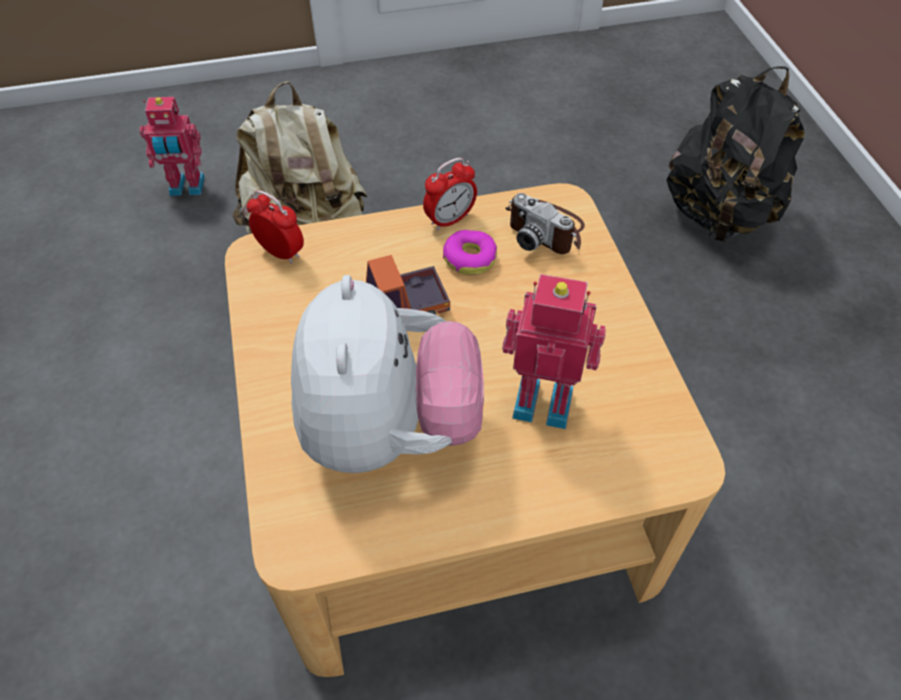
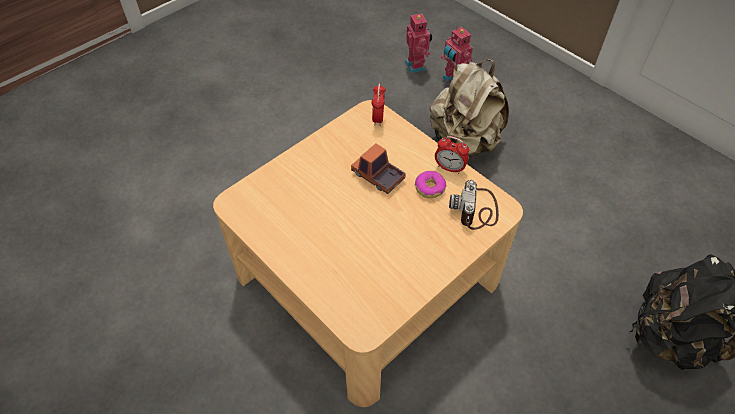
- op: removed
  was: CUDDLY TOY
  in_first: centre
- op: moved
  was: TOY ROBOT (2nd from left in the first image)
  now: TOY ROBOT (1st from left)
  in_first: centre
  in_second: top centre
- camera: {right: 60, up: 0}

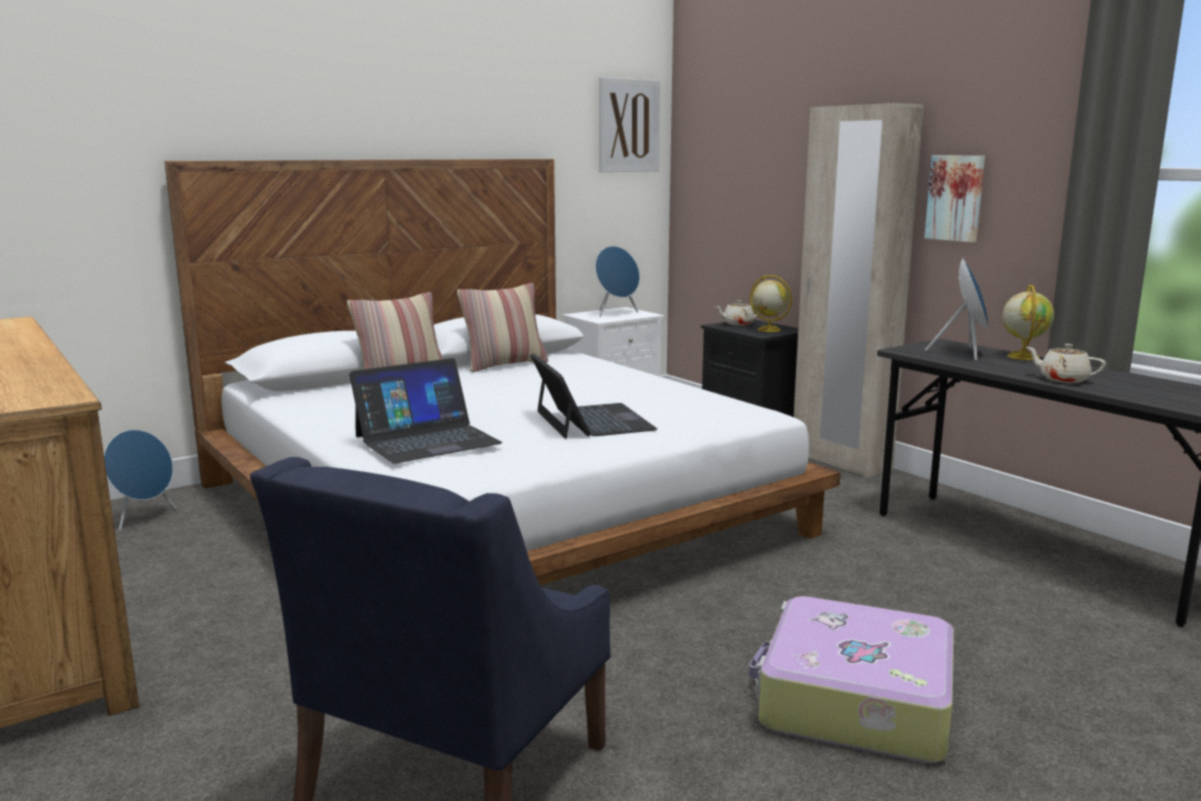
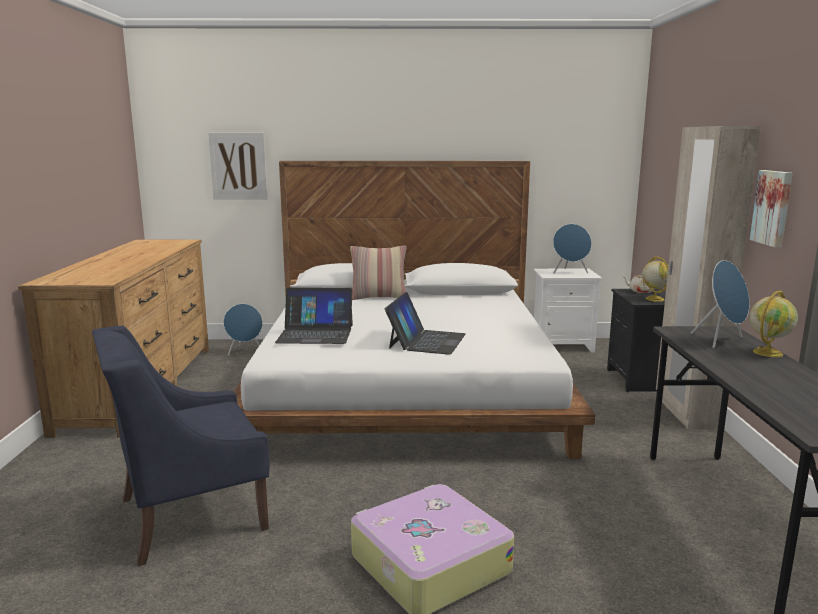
- op: removed
  was: CUSHION (2nd from left)
  in_first: centre
- op: removed
  was: BEIGE TEAPOT (2nd from left)
  in_first: middle right
- op: moved
  was: WALL PICTURE (1st from left)
  in_first: top centre
  in_second: top left
- camera: {right: 35, up: 0}

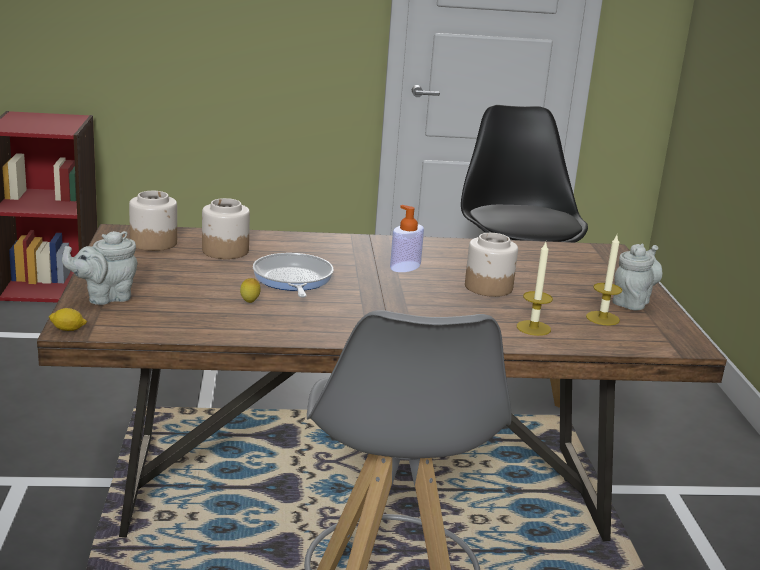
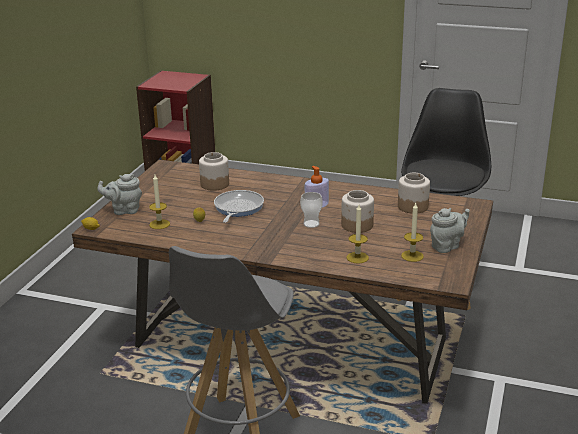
- op: added
  now: CANDLE (1st from left)
  in_second: middle left
- op: added
  now: SMALL CUP
  in_second: centre
- op: moved
  was: PRESERVE JAR (1st from left in the first image)
  now: PRESERVE JAR (3rd from left)
  in_first: middle left
  in_second: middle right
- camera: {right: 25, up: 5}

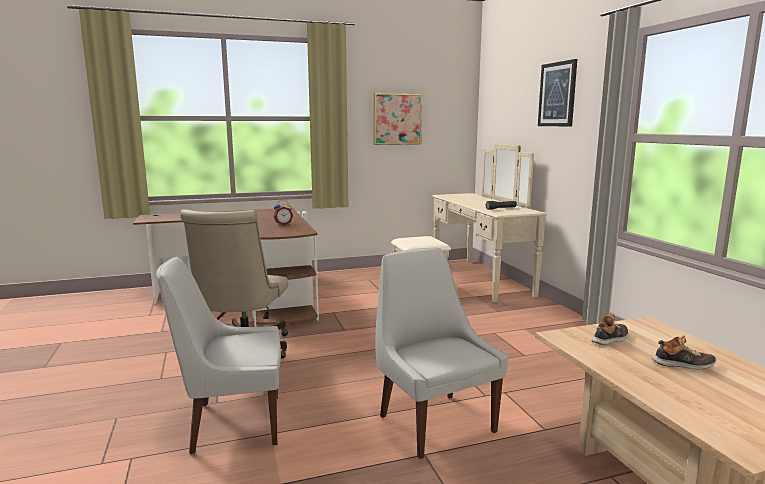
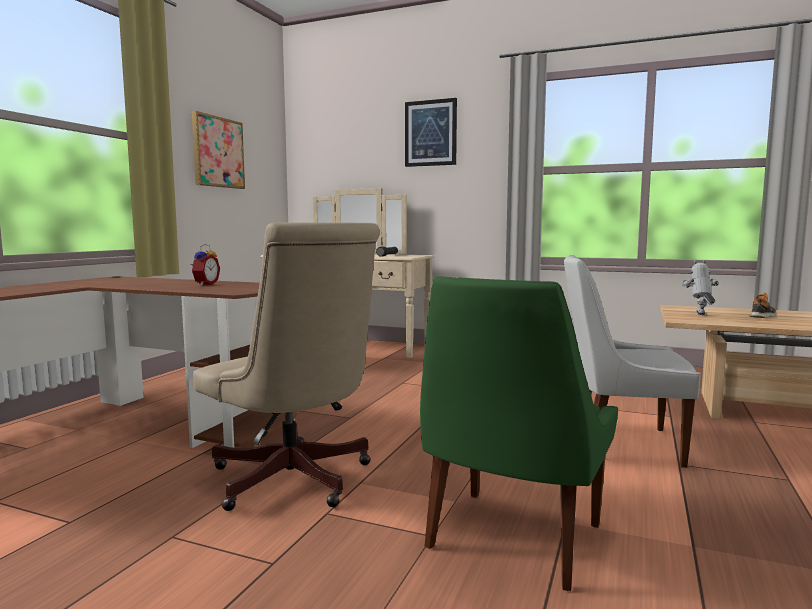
- op: replaced
  was: ITEM OF FOOTWEAR (1st from left)
  now: TOY ROBOT
  in_first: bottom right
  in_second: middle right
- op: recoloured
  was: WHITE-COLOURED PLAIN CHAIR (1st from left)
  now: GREEN PLAIN CHAIR
  in_first: bottom left
  in_second: bottom centre
- camera: {right: -50, up: -5}

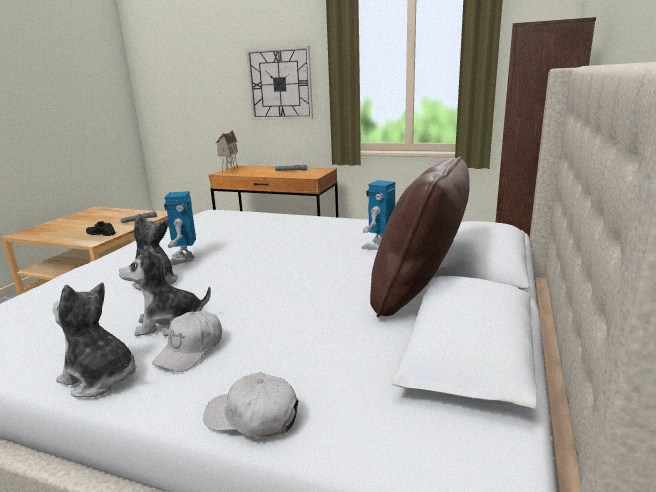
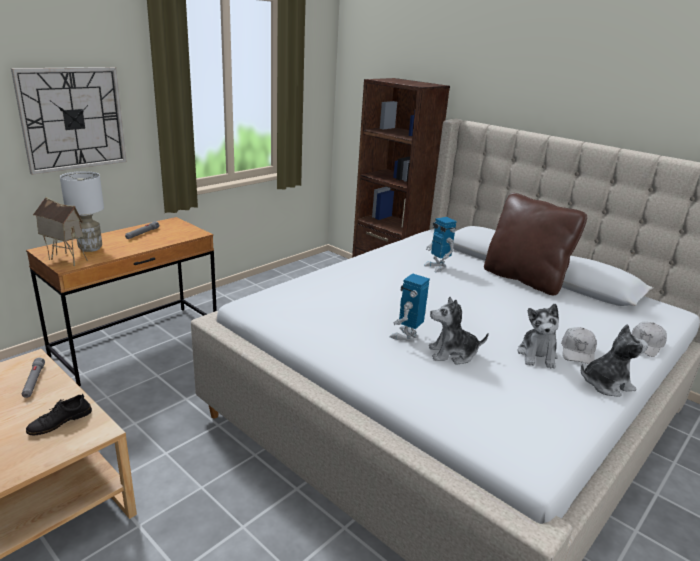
- op: added
  now: WHITE-COLOURED TABLE LAMP
  in_second: middle left
- op: turned
  was: CUDDLY TOY (1st from left in the first image)
  in_first: bottom left
  in_second: middle right
  clockwise: -150
- op: turned
  was: WHITE-COLOURED BASEBALL CAP (1st from left)
  in_first: bottom left
  in_second: middle right
  clockwise: 60
- op: turned
  was: TOY ROBOT (1st from left)
  in_first: middle left
  in_second: centre
  clockwise: 105
- camera: {right: -70, up: 5}

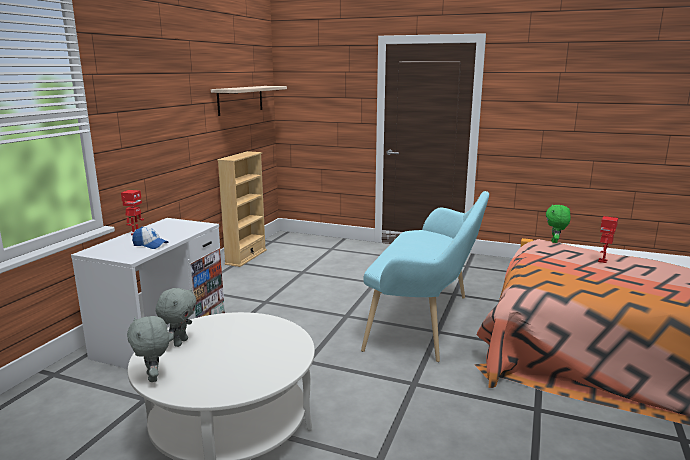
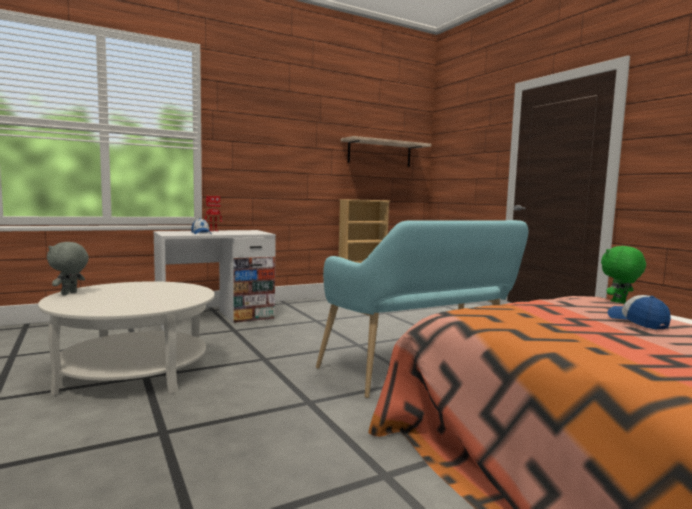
- op: removed
  was: GREYISH CUDDLY TOY (2nd from left)
  in_first: bottom left
- op: replaced
  was: TOY ROBOT (2nd from left)
  now: BASEBALL CAP (2nd from left)
  in_first: middle right
  in_second: middle right
- camera: {right: 40, up: -10}

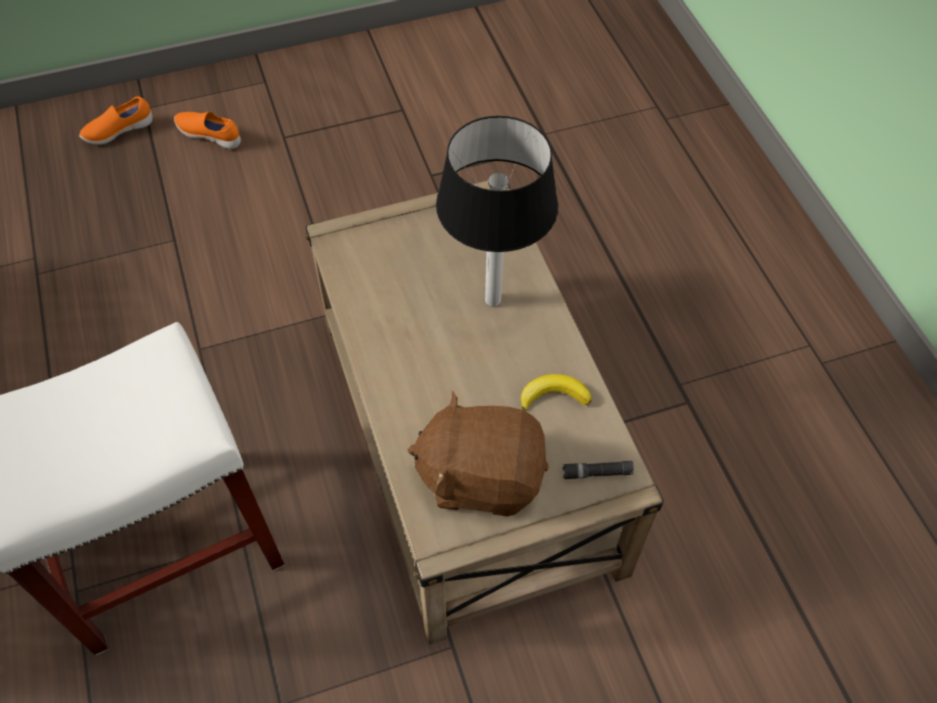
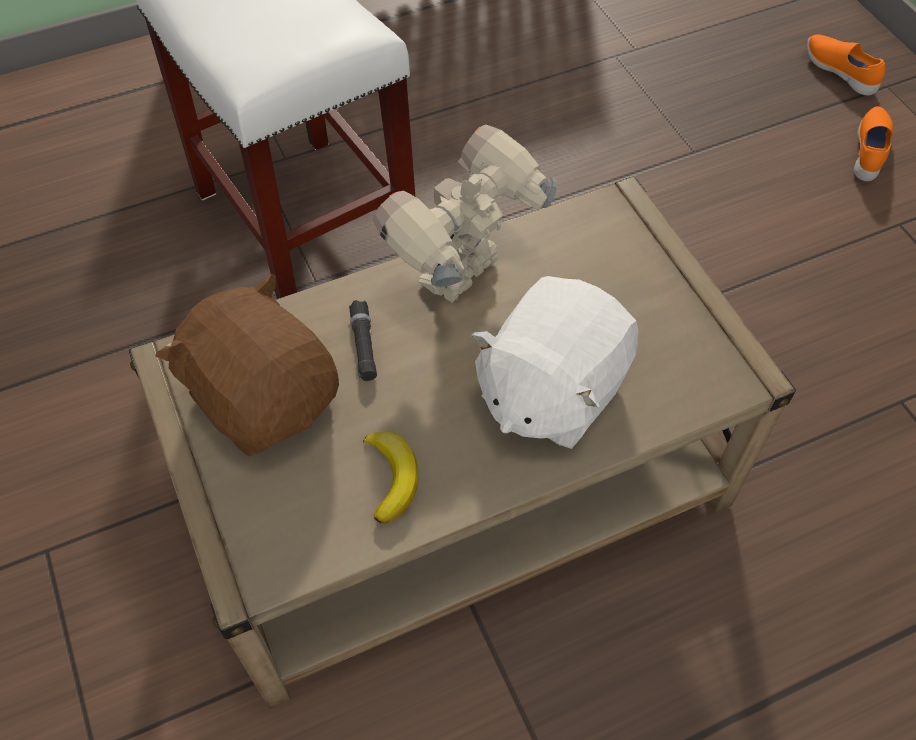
- op: added
  now: TOY ROBOT
  in_second: top centre
- op: moved
  was: BLACKISH HAND TORCH
  in_first: bottom centre
  in_second: centre
- op: replaced
  was: TABLE LAMP
  now: WHITE-COLOURED CUDDLY TOY
  in_first: top centre
  in_second: centre
- op: turned
  was: BROWNISH CUDDLY TOY
  in_first: centre
  in_second: middle left
  clockwise: -45
- camera: {right: 85, up: 0}

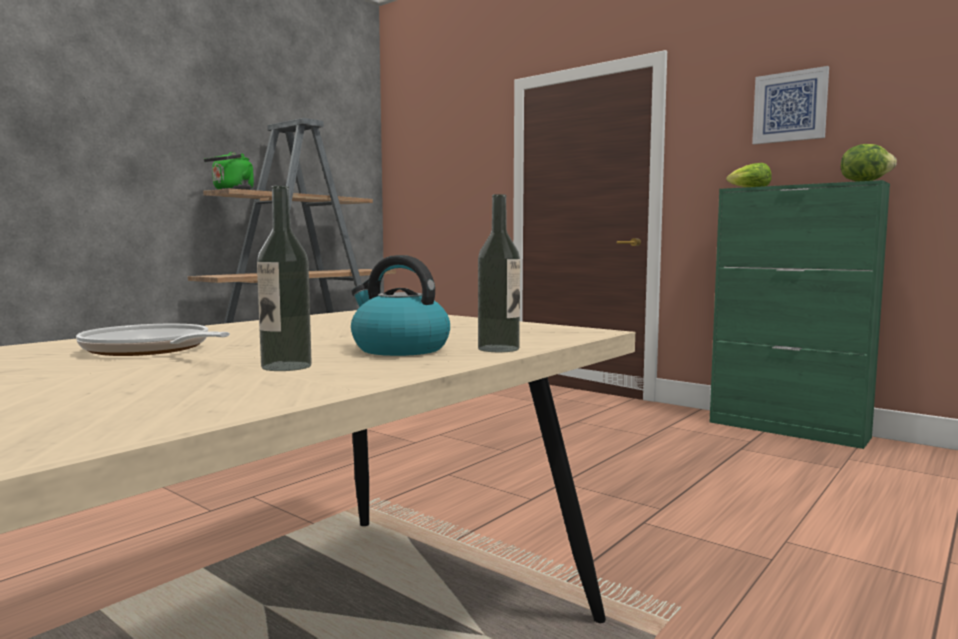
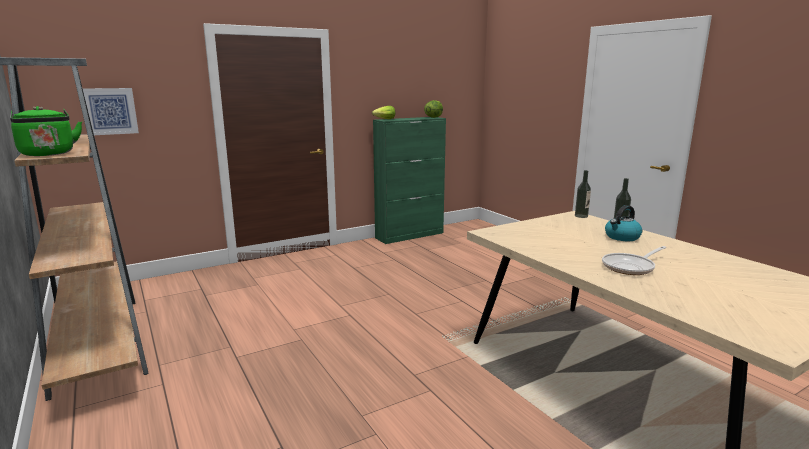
- op: moved
  was: DRINK BOTTLE (1st from left)
  in_first: middle left
  in_second: middle right
- op: moved
  was: WALL PICTURE
  in_first: top right
  in_second: top left
- camera: {right: -70, up: 10}

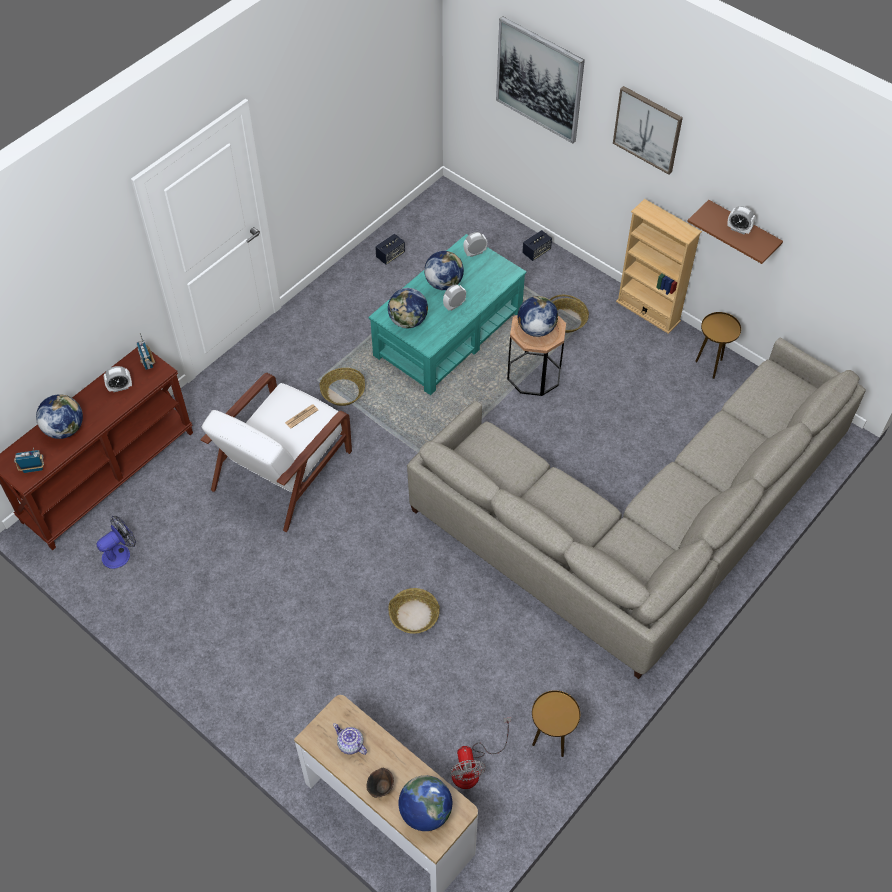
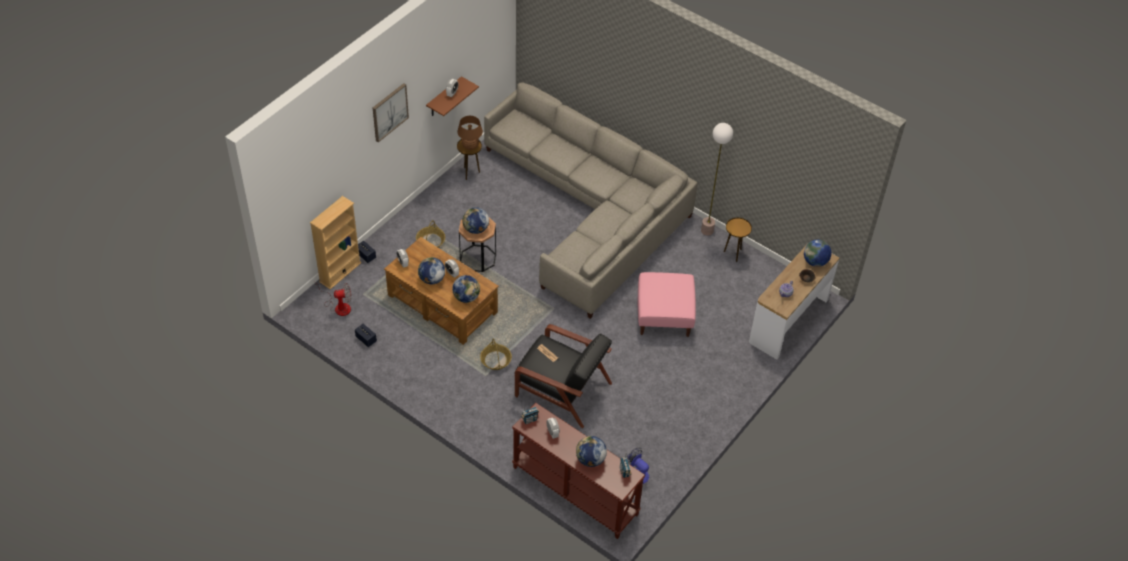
- op: removed
  was: WALL PICTURE (1st from left)
  in_first: top centre
- op: added
  now: BROWNISH TABLE LAMP
  in_second: top centre
- op: added
  now: STANDING LAMP
  in_second: top centre
- op: moved
  was: COOLING FAN (2nd from left in the first image)
  now: COOLING FAN (1st from left)
  in_first: bottom centre
  in_second: middle left
- op: moved
  was: BEIGE BOOKSHELF
  in_first: top right
  in_second: middle left
- op: replaced
  was: BASKET (2nd from left)
  now: PINKISH POUFFE
  in_first: bottom centre
  in_second: centre
- op: recoloured
  was: WHITE-COLOURED EASY CHAIR
  now: BLACKISH EASY CHAIR
  in_first: middle left
  in_second: bottom centre
- op: recoloured
  was: TURQUOISE COFFEE TABLE
  now: BROWNISH COFFEE TABLE
  in_first: centre
  in_second: centre
- camera: {right: -95, up: -5}

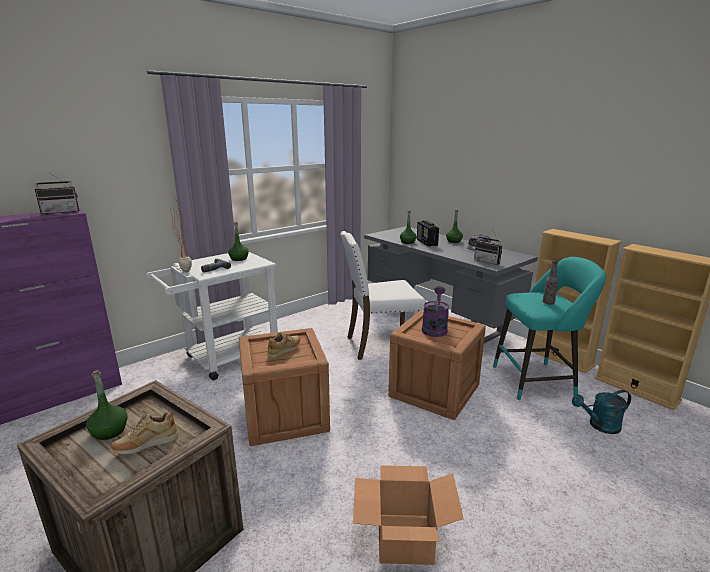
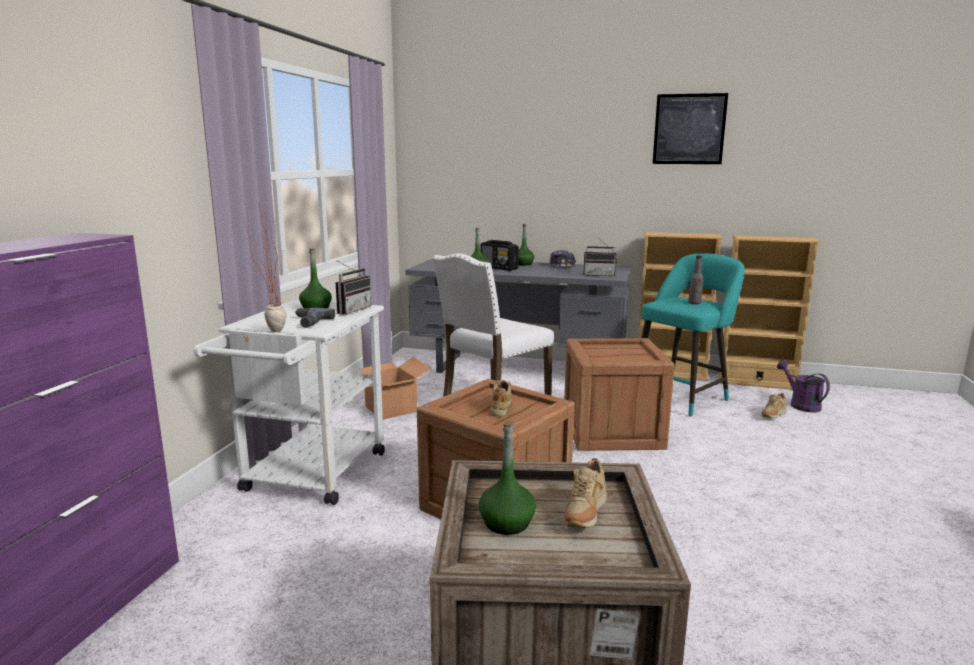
- op: added
  now: WALL PICTURE
  in_second: top right
- op: moved
  was: RADIO (1st from left)
  in_first: middle left
  in_second: centre
- op: moved
  was: CARDBOARD BOX
  in_first: bottom centre
  in_second: centre
- op: moved
  was: PURPLE-COLOURED WATERING POT
  in_first: centre
  in_second: middle right
- op: replaced
  was: TURQUOISE WATERING POT
  now: BEIGE ITEM OF FOOTWEAR (3rd from left)
  in_first: bottom right
  in_second: middle right
- camera: {right: -35, up: -5}

